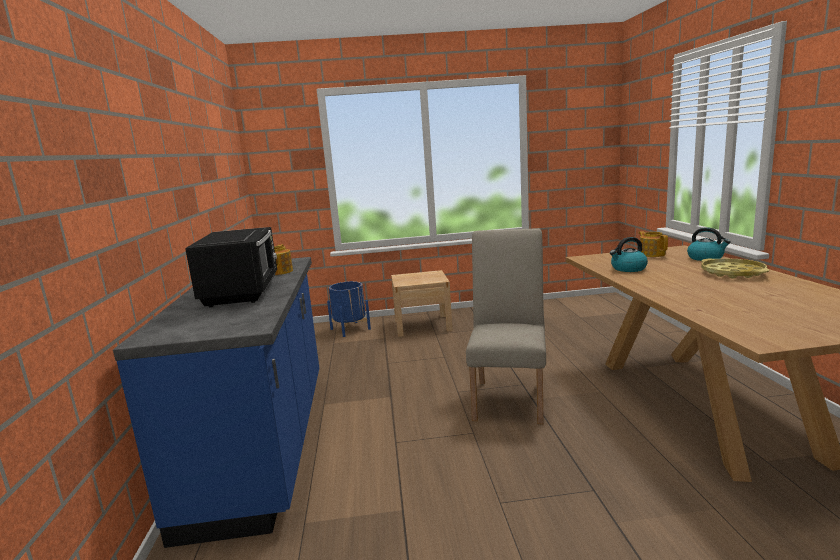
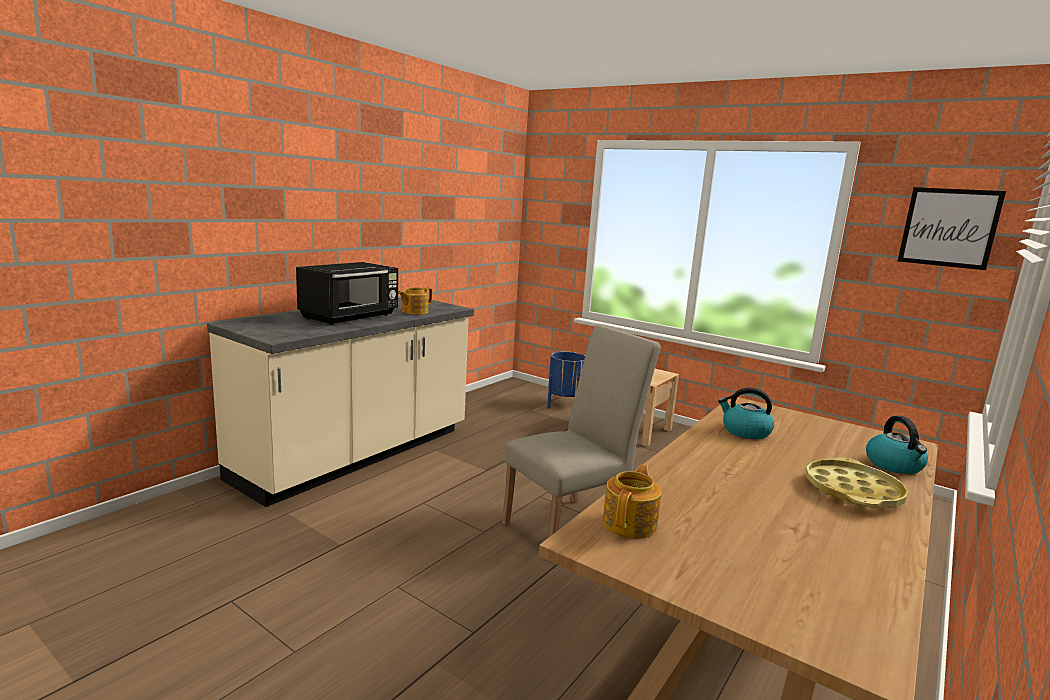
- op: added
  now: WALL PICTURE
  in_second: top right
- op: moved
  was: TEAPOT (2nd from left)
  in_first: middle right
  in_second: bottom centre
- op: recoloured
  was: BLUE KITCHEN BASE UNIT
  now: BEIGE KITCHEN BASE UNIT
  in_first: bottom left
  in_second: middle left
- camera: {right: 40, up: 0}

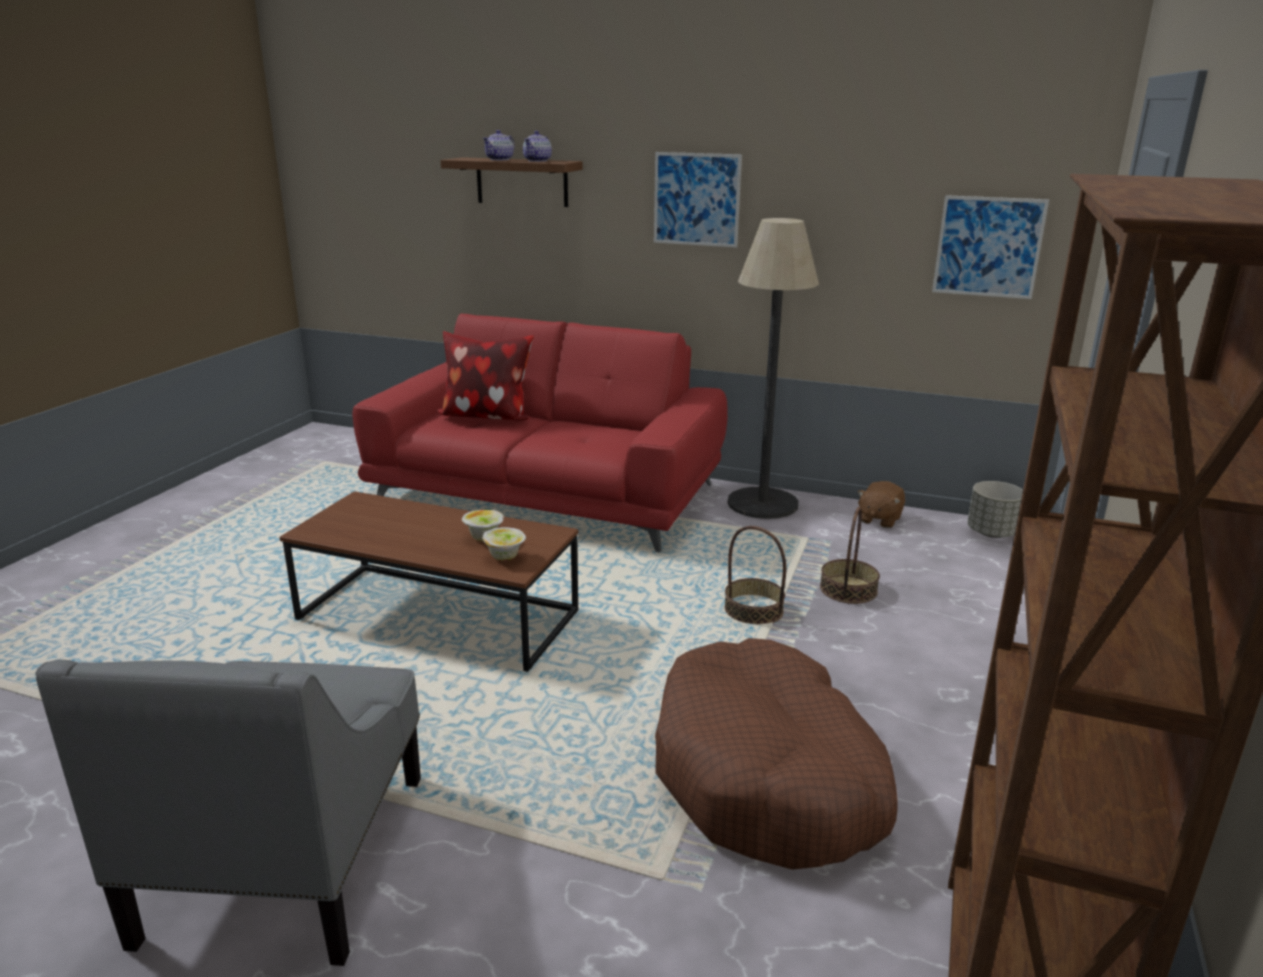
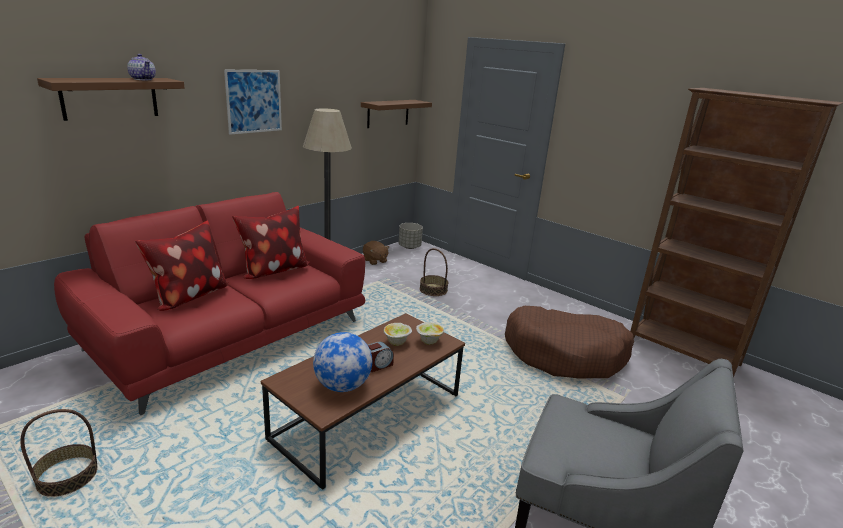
- op: removed
  was: TEAPOT (1st from left)
  in_first: top centre
- op: added
  now: CUSHION (2nd from left)
  in_second: middle left
- op: added
  now: GLOBE
  in_second: bottom centre
- op: added
  now: ALARM CLOCK
  in_second: bottom centre
- op: moved
  was: BASKET (1st from left)
  in_first: centre
  in_second: bottom left
- op: replaced
  was: WALL PICTURE (2nd from left)
  now: BROWNISH WALL SHELF (2nd from left)
  in_first: top right
  in_second: top centre
- camera: {right: -70, up: 0}

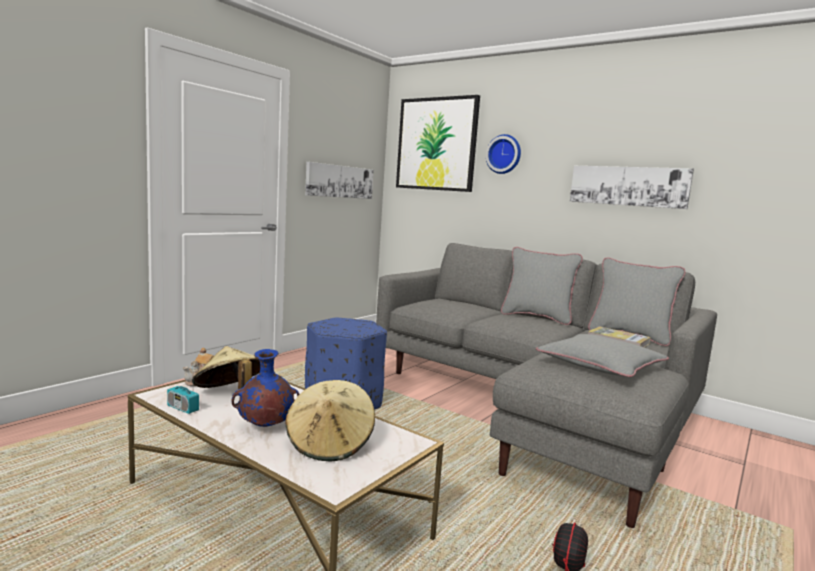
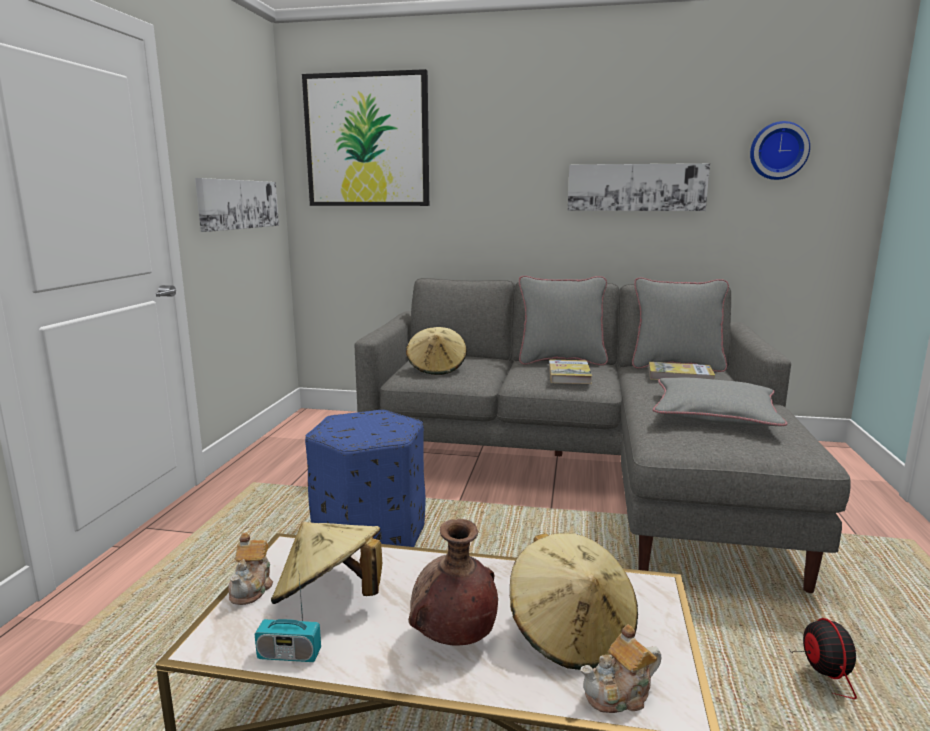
- op: added
  now: BEIGE WEARABLE HAT (2nd from left)
  in_second: centre
- op: added
  now: VOLUME (1st from left)
  in_second: centre
- op: added
  now: TEAPOT (2nd from left)
  in_second: bottom right
- op: moved
  was: WALL CLOCK
  in_first: top centre
  in_second: top right
- op: recoloured
  was: BLUE VASE
  now: BROWNISH VASE
  in_first: bottom left
  in_second: bottom centre
- camera: {right: -25, up: 5}

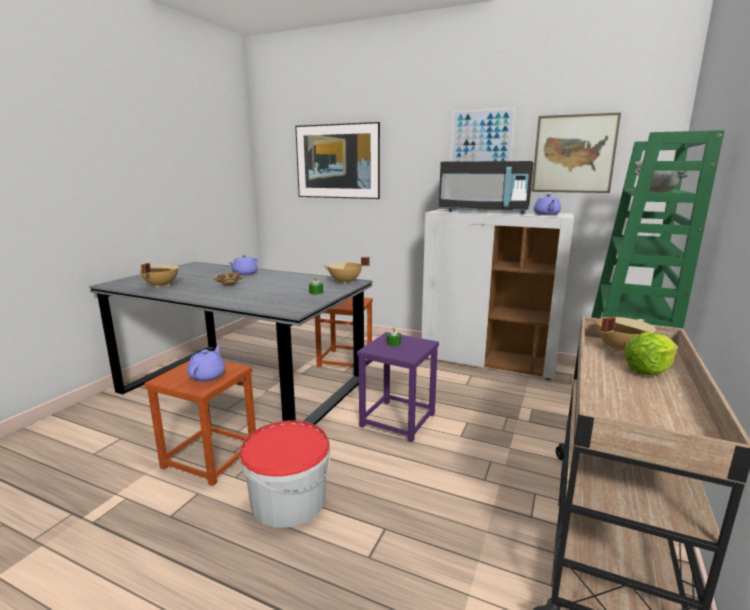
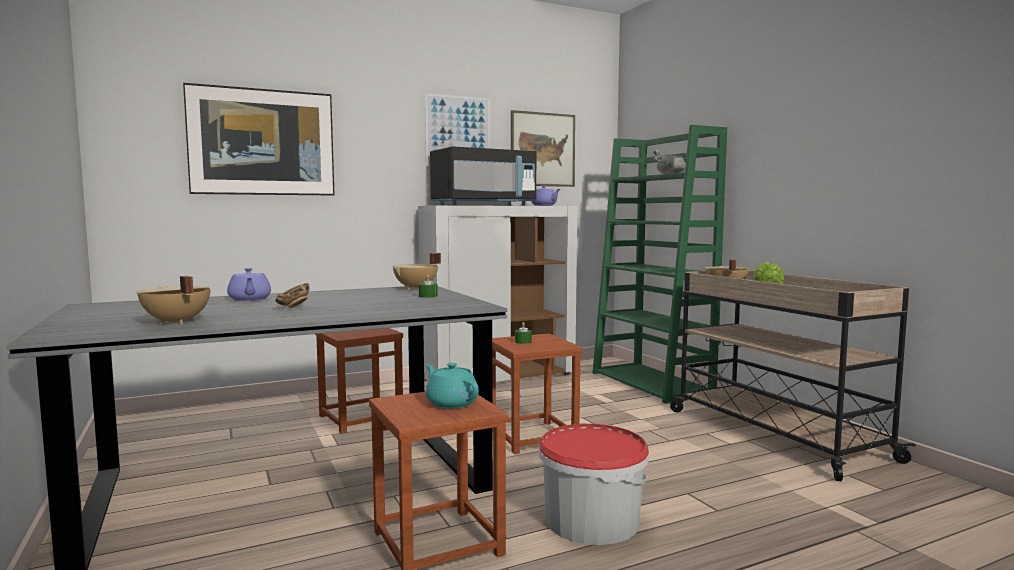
- op: recoloured
  was: PURPLE-COLOURED TEAPOT (1st from left)
  now: TURQUOISE TEAPOT
  in_first: middle left
  in_second: bottom centre
- op: recoloured
  was: PURPLE-COLOURED STOOL
  now: BROWNISH STOOL (3rd from left)
  in_first: centre
  in_second: bottom centre
- camera: {right: -50, up: -10}

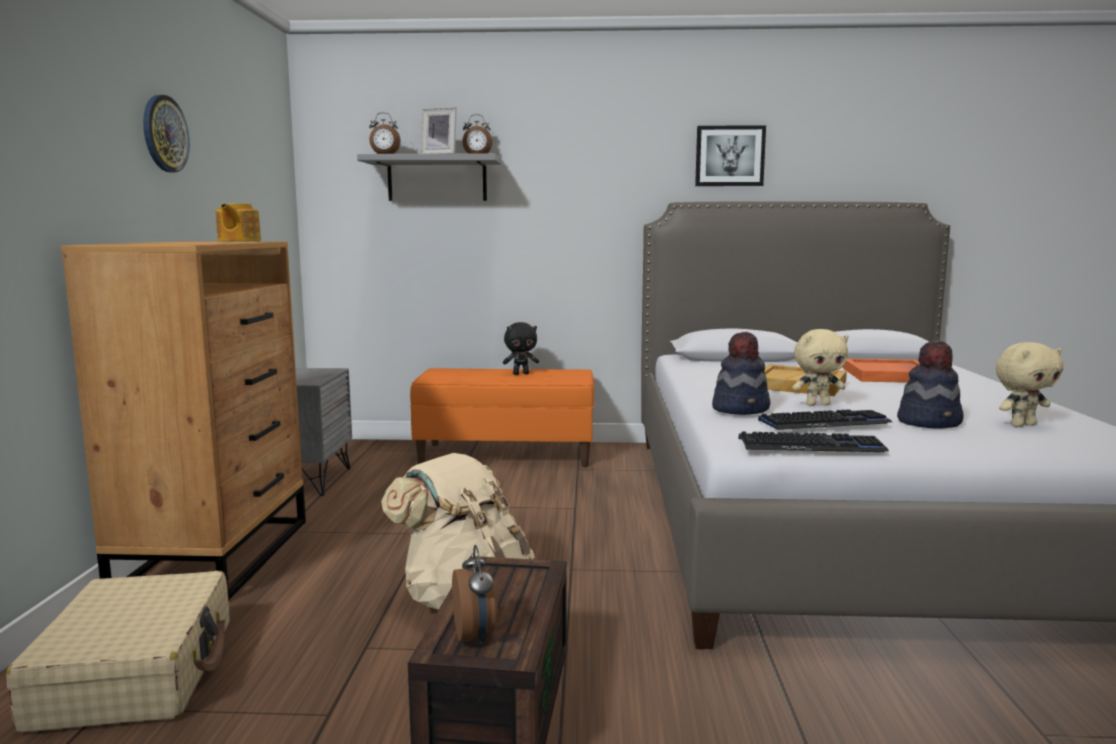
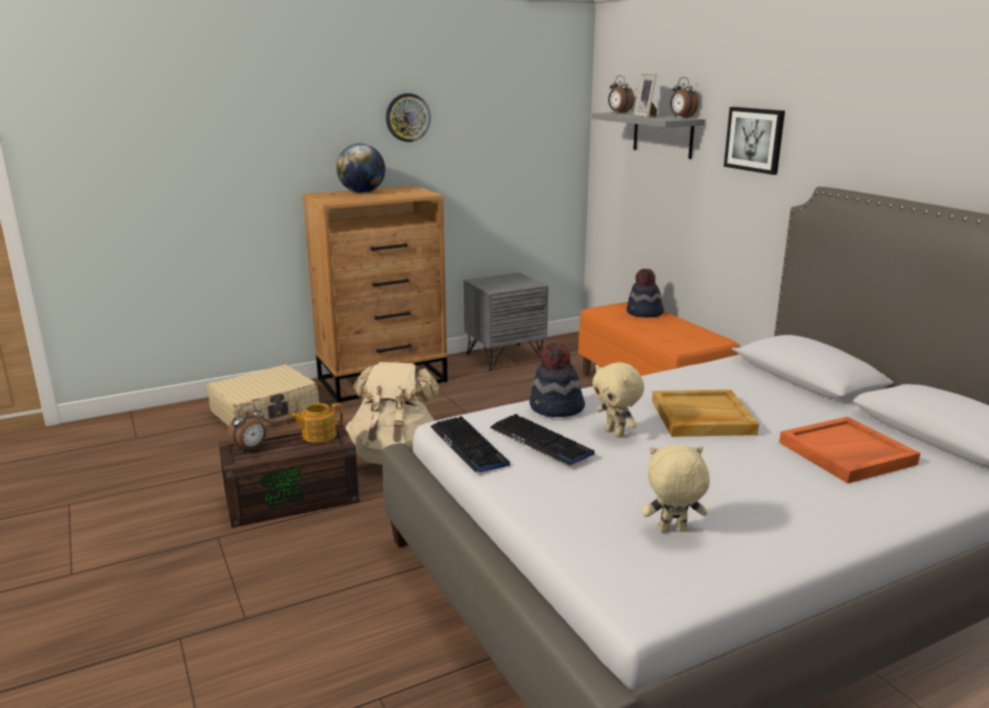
- op: removed
  was: BLACKISH CUDDLY TOY
  in_first: centre
- op: added
  now: GLOBE
  in_second: top centre
- op: moved
  was: TEAPOT
  in_first: top left
  in_second: middle left
- op: moved
  was: WALL PICTURE
  in_first: top centre
  in_second: top right
- op: moved
  was: WEARABLE HAT (2nd from left)
  in_first: middle right
  in_second: centre
- op: turned
  was: BEIGE CUDDLY TOY (2nd from left)
  in_first: middle right
  in_second: bottom right
  clockwise: 135
- camera: {right: 60, up: 10}

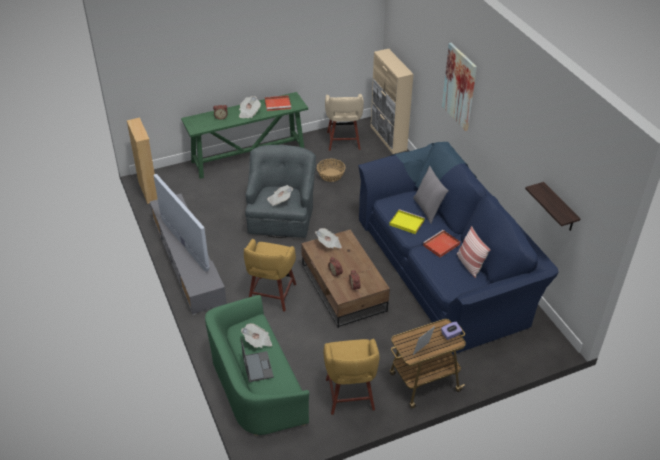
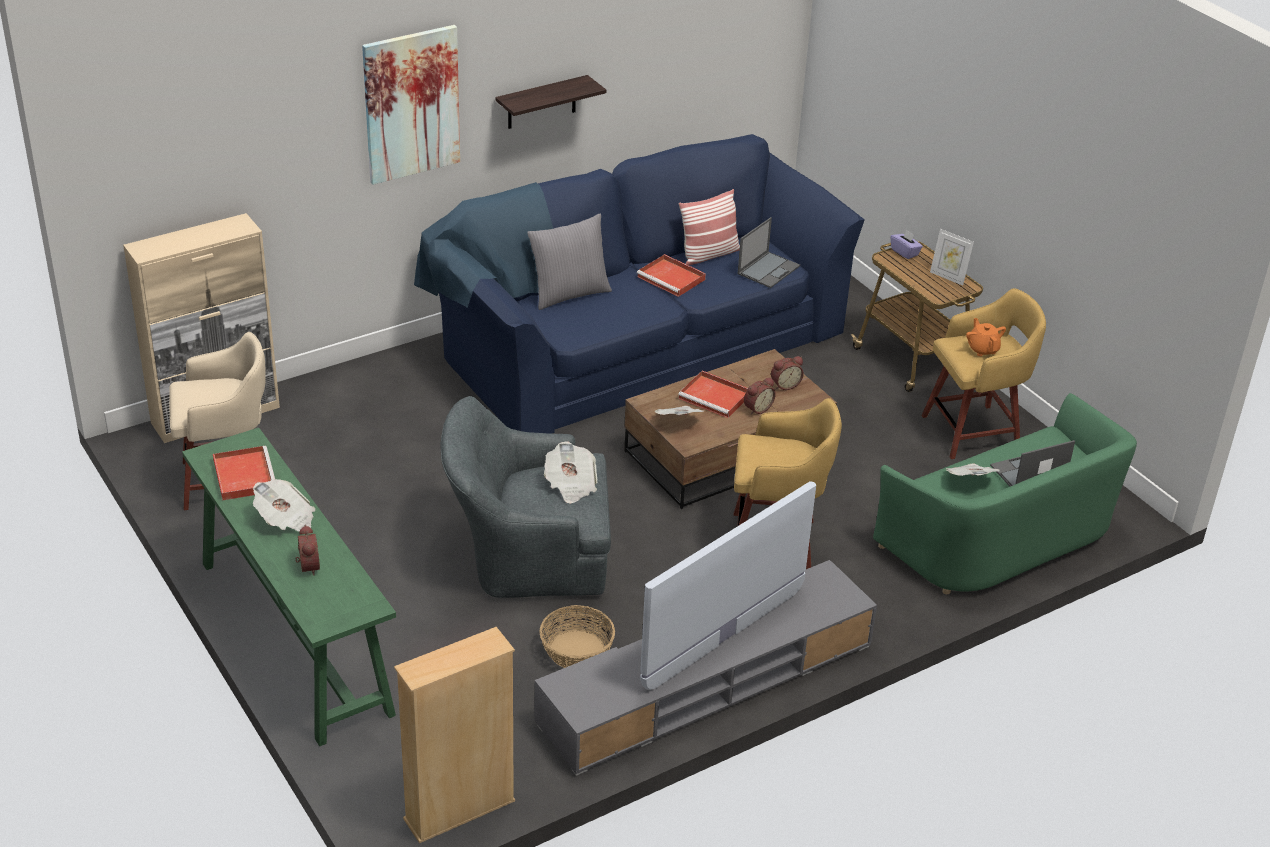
- op: removed
  was: YELLOW-COLOURED SERVING TRAY
  in_first: centre
- op: added
  now: RED-COLOURED SERVING TRAY (3rd from left)
  in_second: centre
- op: added
  now: NOTEBOOK COMPUTER (1st from left)
  in_second: top centre
- op: added
  now: ORANGE TEAPOT
  in_second: middle right
- op: moved
  was: BASKET
  in_first: centre
  in_second: bottom centre
- op: moved
  was: WALL SHELF
  in_first: middle right
  in_second: top centre
- camera: {right: -100, up: -5}

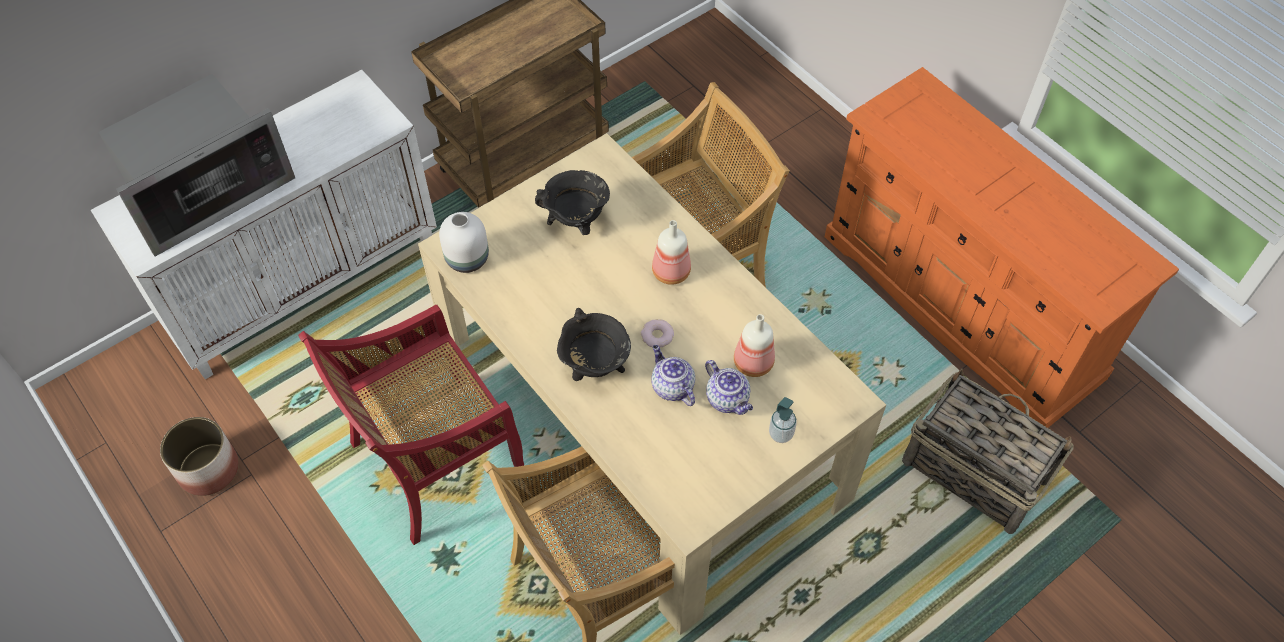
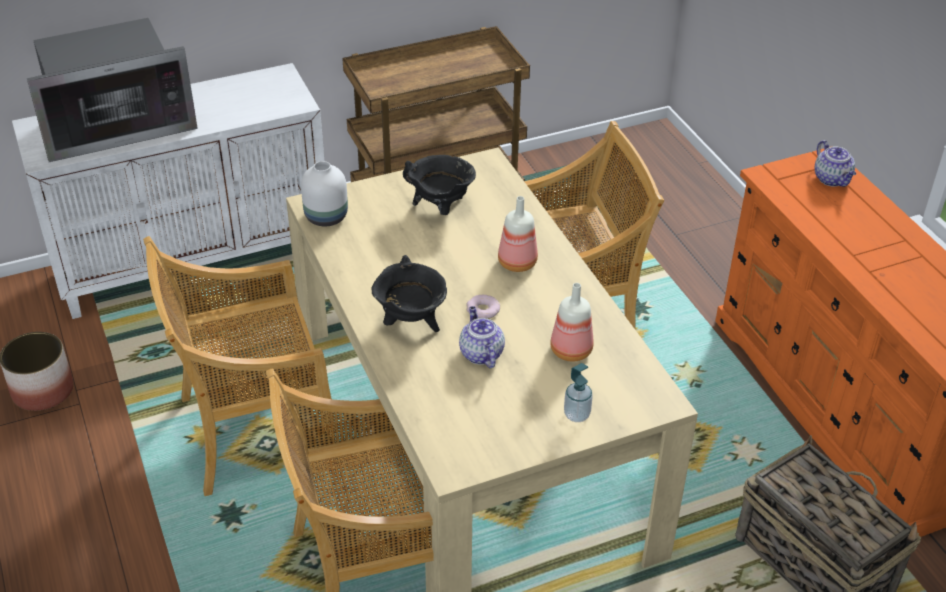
- op: moved
  was: TEAPOT (2nd from left)
  in_first: centre
  in_second: top right
- op: recoloured
  was: RED-COLOURED PLAIN CHAIR
  now: BEIGE PLAIN CHAIR (1st from left)
  in_first: middle left
  in_second: middle left
- camera: {right: 15, up: -15}

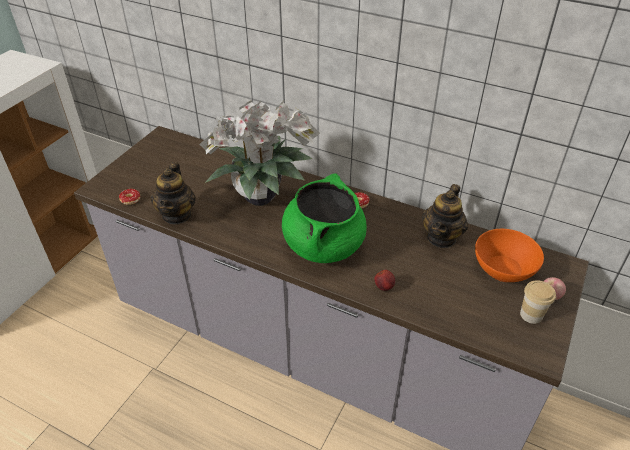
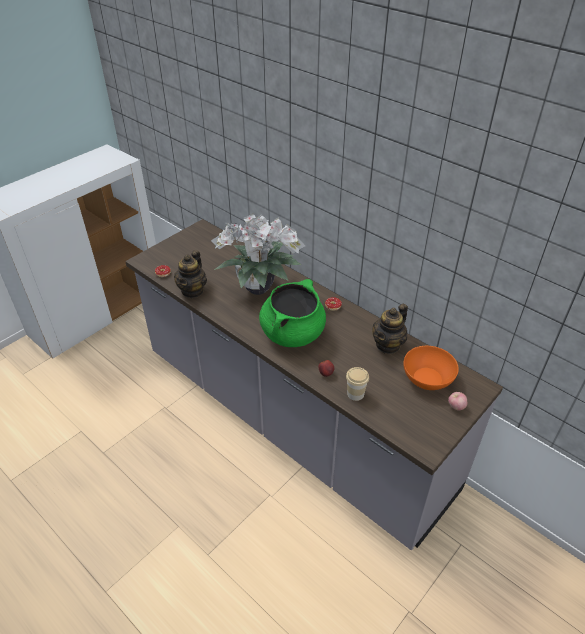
- op: moved
  was: SMALL CUP
  in_first: bottom right
  in_second: centre
- camera: {right: 15, up: 0}

